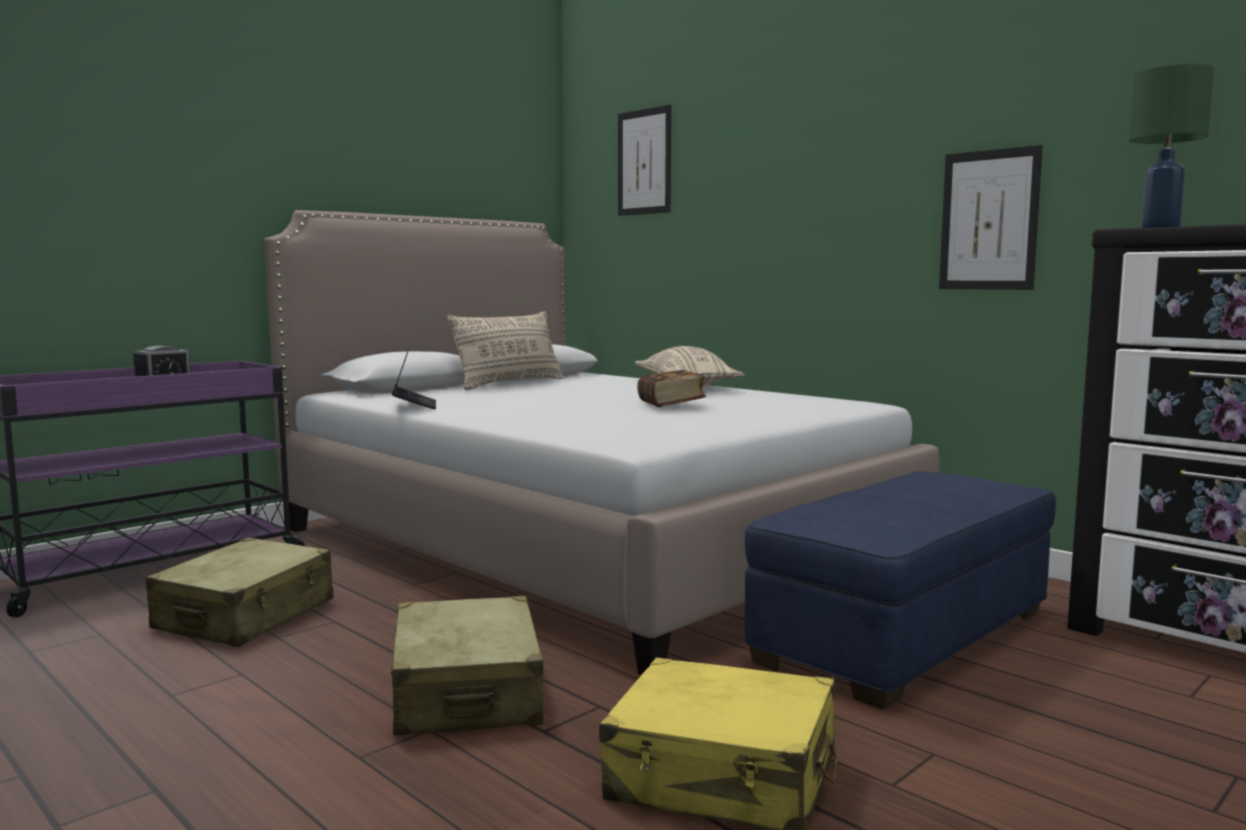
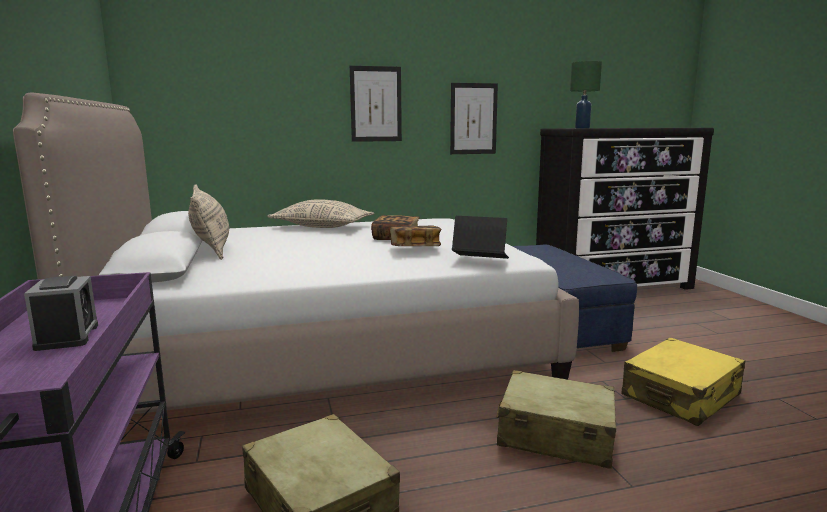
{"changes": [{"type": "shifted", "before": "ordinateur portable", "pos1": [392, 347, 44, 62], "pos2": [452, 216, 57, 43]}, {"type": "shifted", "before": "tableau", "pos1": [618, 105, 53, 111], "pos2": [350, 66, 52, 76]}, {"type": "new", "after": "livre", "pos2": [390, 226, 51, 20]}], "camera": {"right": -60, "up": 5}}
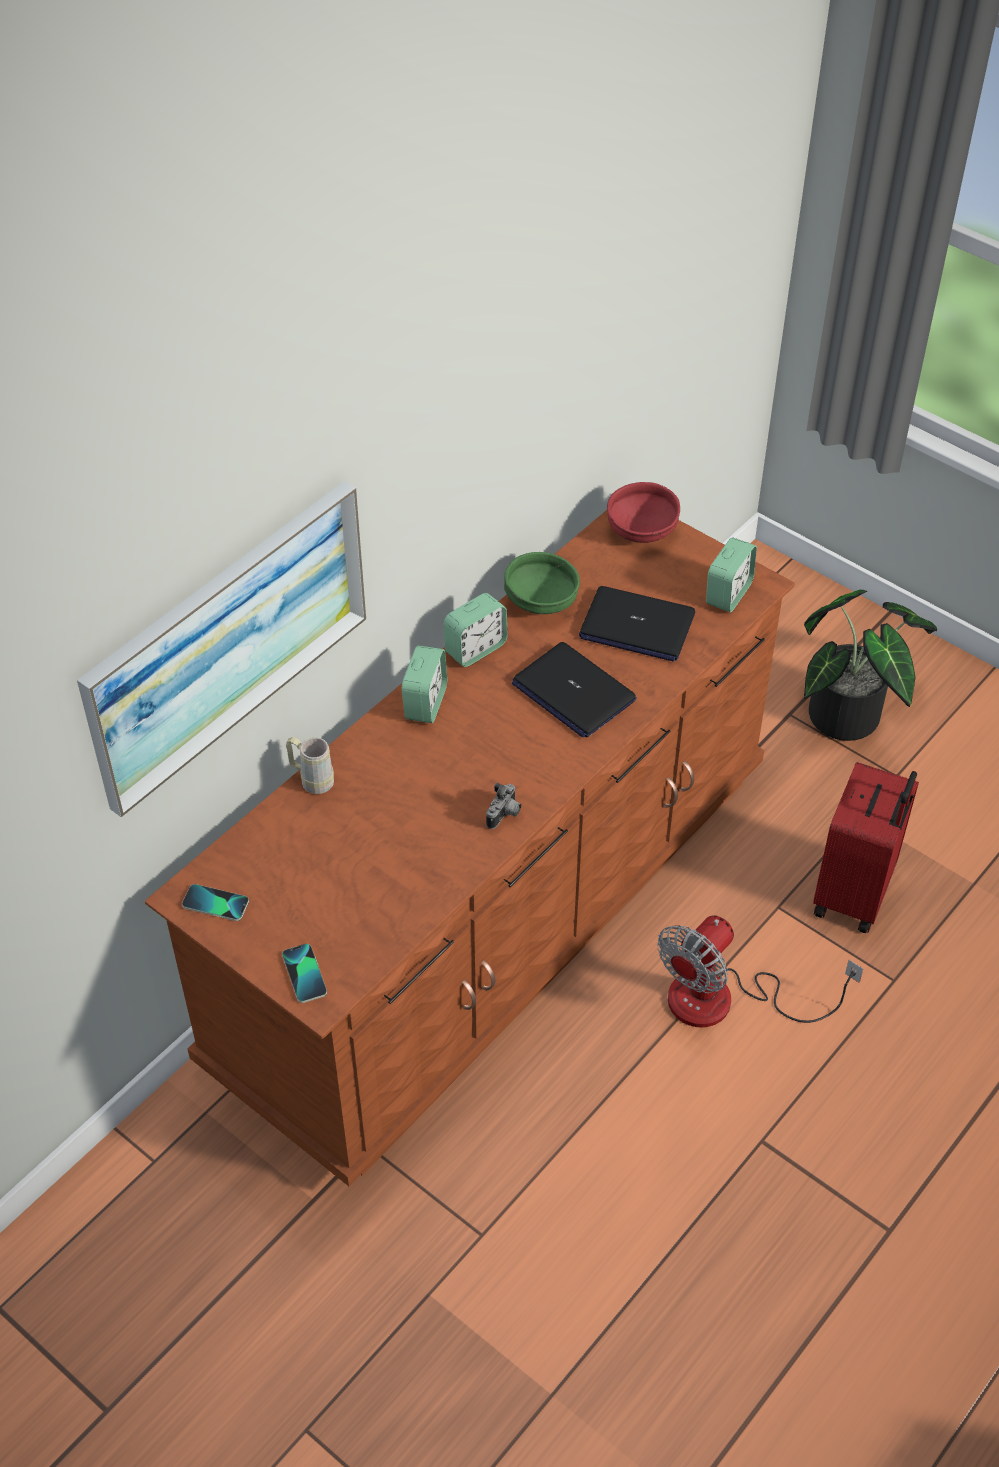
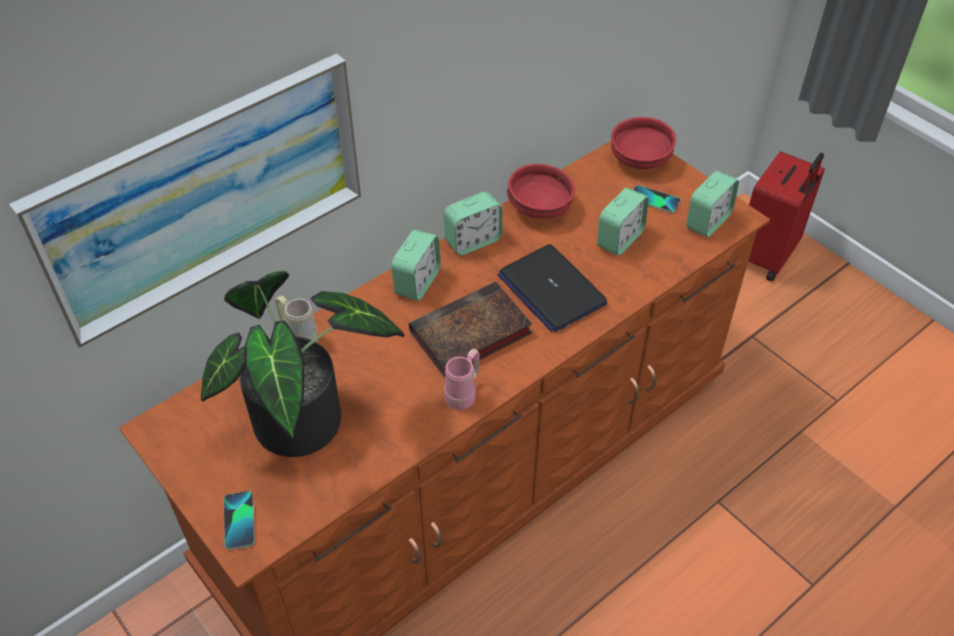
{"changes": [{"type": "shifted", "before": "téléphone", "pos1": [182, 884, 67, 37], "pos2": [633, 185, 48, 28]}, {"type": "swapped", "before": "appareil photo", "after": "mug (rose)", "pos1": [486, 783, 35, 46], "pos2": [444, 349, 36, 61]}, {"type": "repainted", "before": "bol (vert)", "after": "bol (rouge)", "pos1": [504, 552, 76, 62], "pos2": [507, 164, 68, 55]}, {"type": "swapped", "before": "ordinateur portable", "after": "réveil", "pos1": [579, 586, 116, 76], "pos2": [597, 188, 52, 68]}, {"type": "gone", "before": "ventilateur", "pos1": [657, 915, 206, 112]}, {"type": "shifted", "before": "plante en pot", "pos1": [804, 590, 133, 151], "pos2": [201, 271, 204, 186]}, {"type": "shifted", "before": "valise (rouge)", "pos1": [813, 762, 106, 171], "pos2": [749, 151, 76, 130]}, {"type": "new", "after": "livre", "pos2": [409, 281, 123, 96]}], "camera": {"right": 10, "up": 0}}
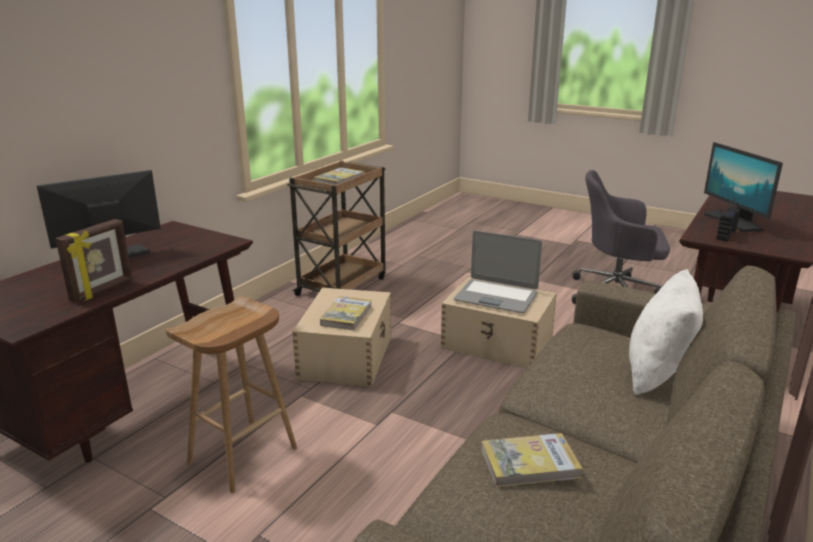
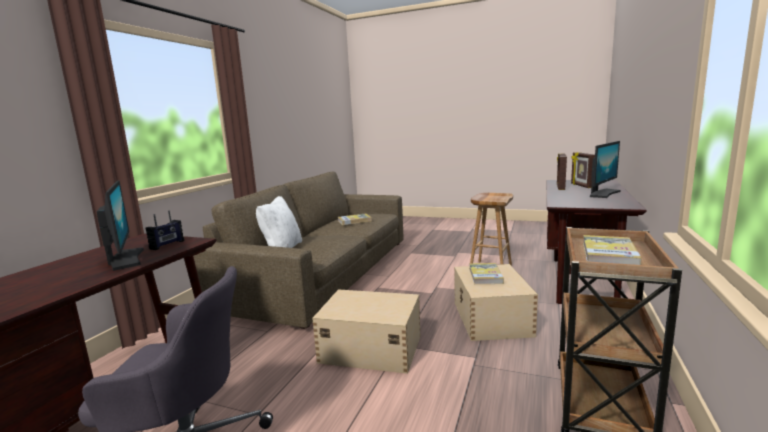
{"changes": [{"type": "gone", "before": "ordinateur portable", "pos1": [454, 231, 88, 82]}, {"type": "new", "after": "cadre photo", "pos2": [571, 152, 24, 36]}], "camera": {"right": 170, "up": -10}}
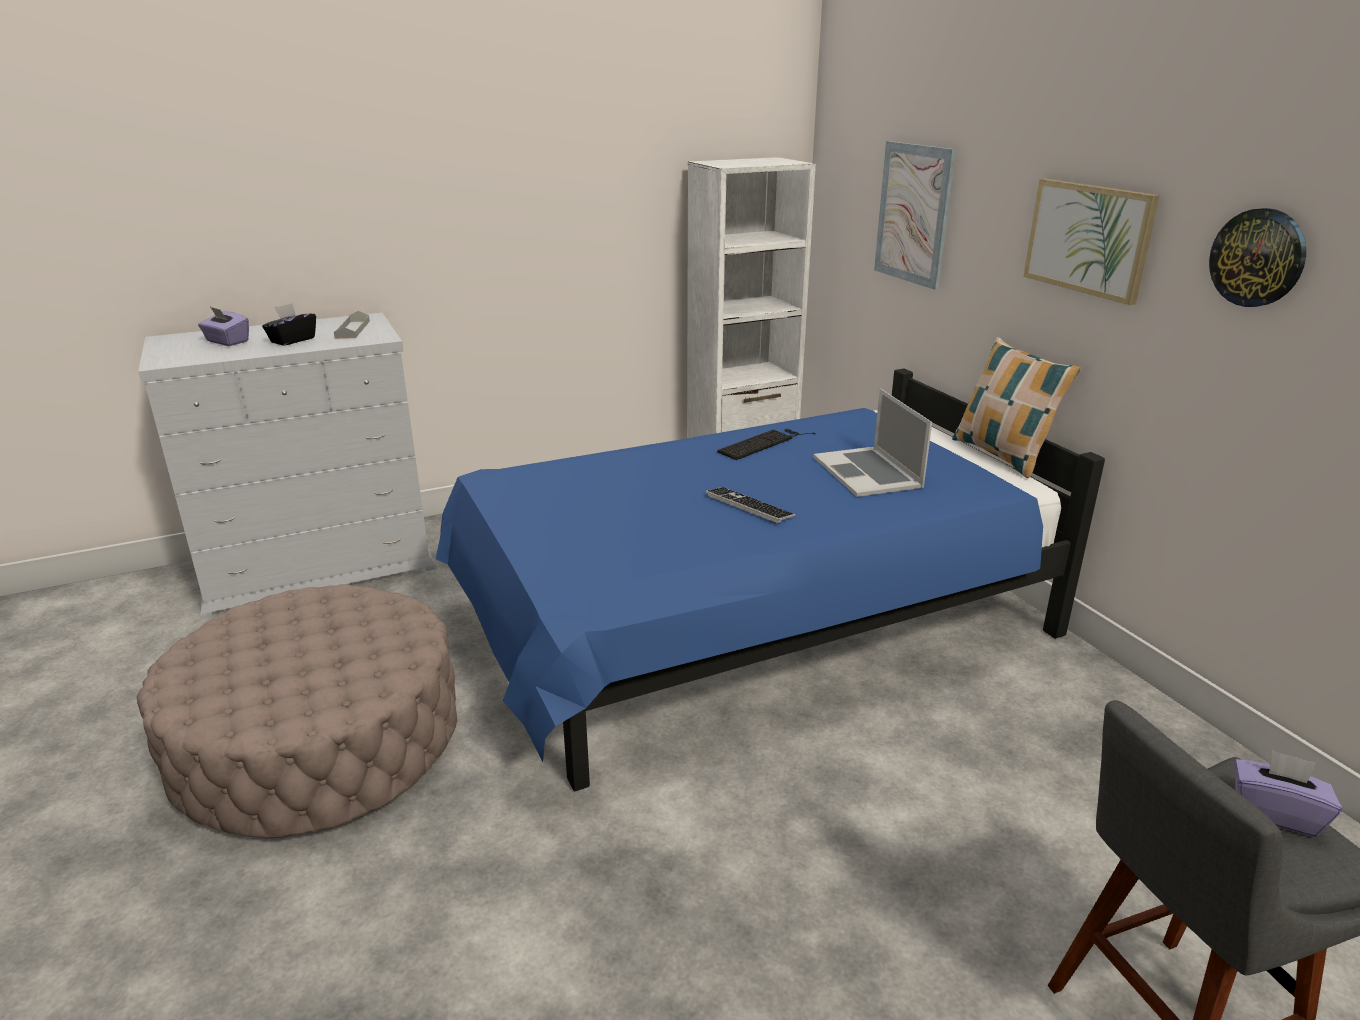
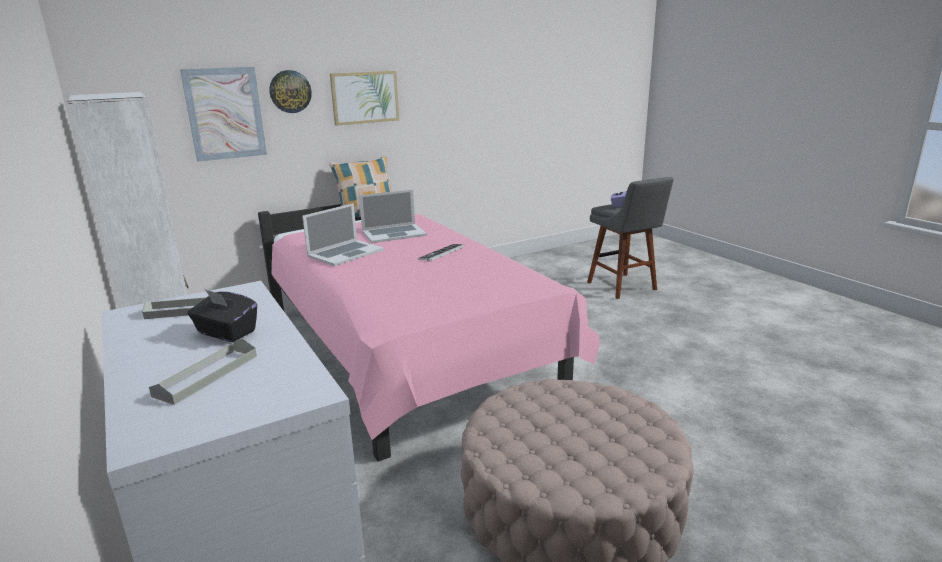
{"changes": [{"type": "swapped", "before": "boîte à mouchoirs (violet)", "after": "plateau (gris)", "pos1": [198, 307, 51, 39], "pos2": [149, 338, 108, 67]}, {"type": "repainted", "before": "lit (bleu)", "after": "lit (rose)", "pos1": [436, 368, 669, 424], "pos2": [258, 204, 342, 258]}, {"type": "swapped", "before": "clavier", "after": "ordinateur portable", "pos1": [717, 429, 99, 31], "pos2": [302, 203, 82, 63]}, {"type": "shifted", "before": "horloge murale", "pos1": [1209, 208, 97, 99], "pos2": [269, 70, 43, 43]}], "camera": {"right": -95, "up": -5}}
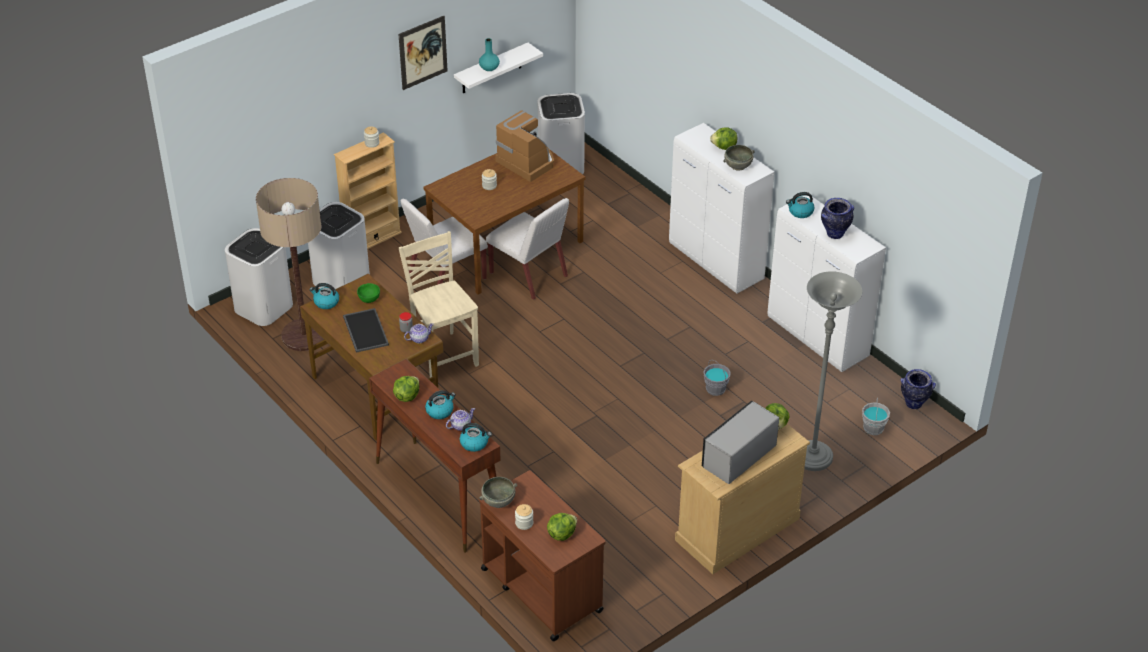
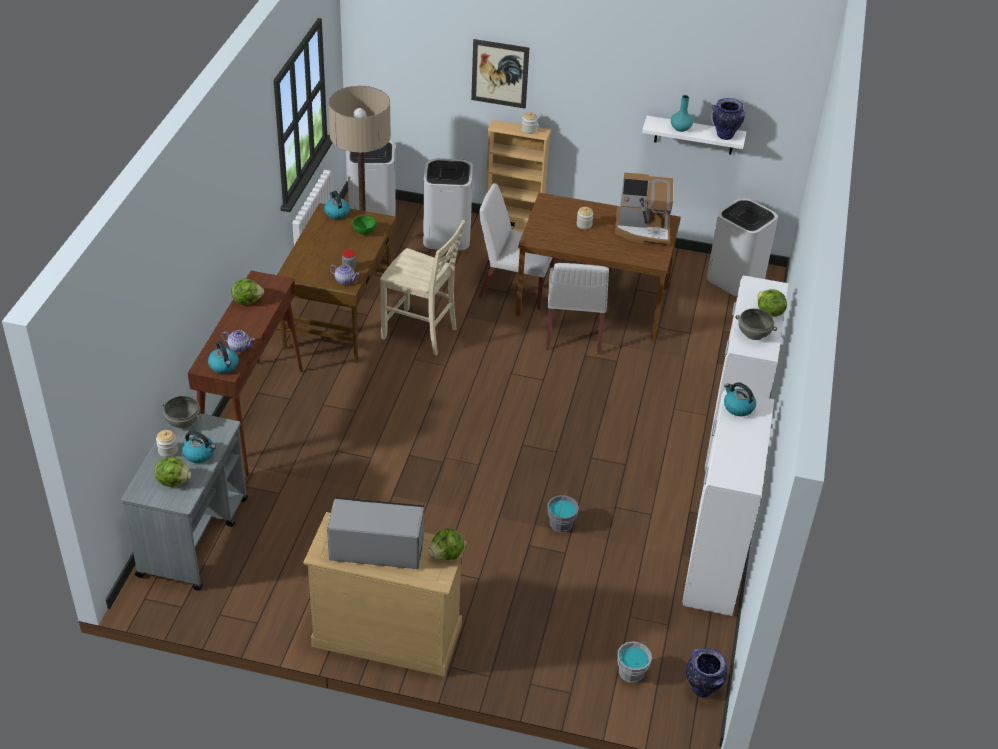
{"changes": [{"type": "gone", "before": "plateau", "pos1": [343, 308, 46, 45]}, {"type": "shifted", "before": "tableau", "pos1": [398, 16, 50, 74], "pos2": [471, 39, 58, 70]}, {"type": "rotated", "before": "chaise (beige)", "pos1": [399, 231, 80, 147], "pos2": [380, 220, 85, 135], "turn": 90}, {"type": "shifted", "before": "bouilloire", "pos1": [425, 390, 31, 29], "pos2": [182, 431, 34, 32]}, {"type": "repainted", "before": "chariot (marron)", "after": "chariot (gris)", "pos1": [479, 470, 127, 171], "pos2": [121, 413, 127, 177]}, {"type": "rotated", "before": "machine à café", "pos1": [495, 110, 59, 72], "pos2": [615, 172, 58, 75], "turn": 90}, {"type": "gone", "before": "lampadaire (gris)", "pos1": [804, 271, 58, 200]}, {"type": "shifted", "before": "vase", "pos1": [821, 198, 33, 41], "pos2": [712, 98, 34, 42]}], "camera": {"right": 50, "up": 0}}
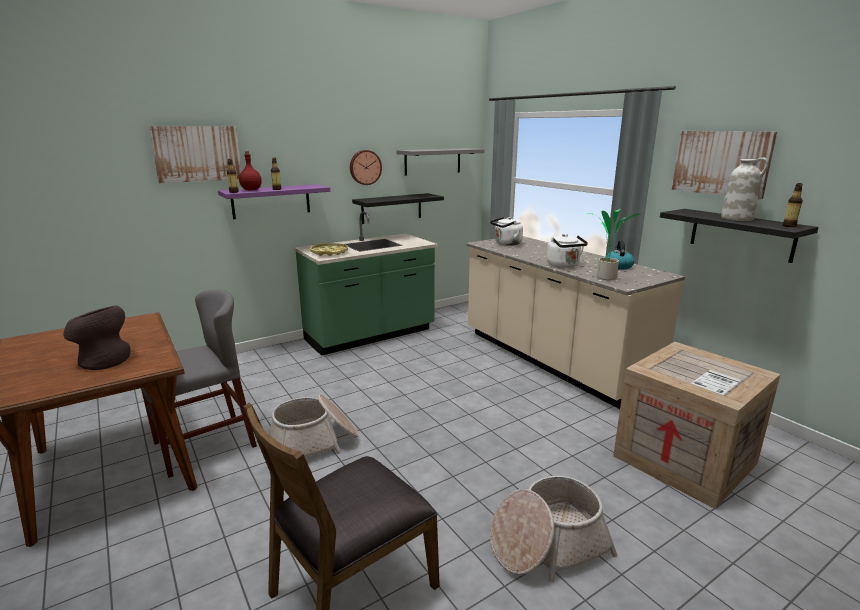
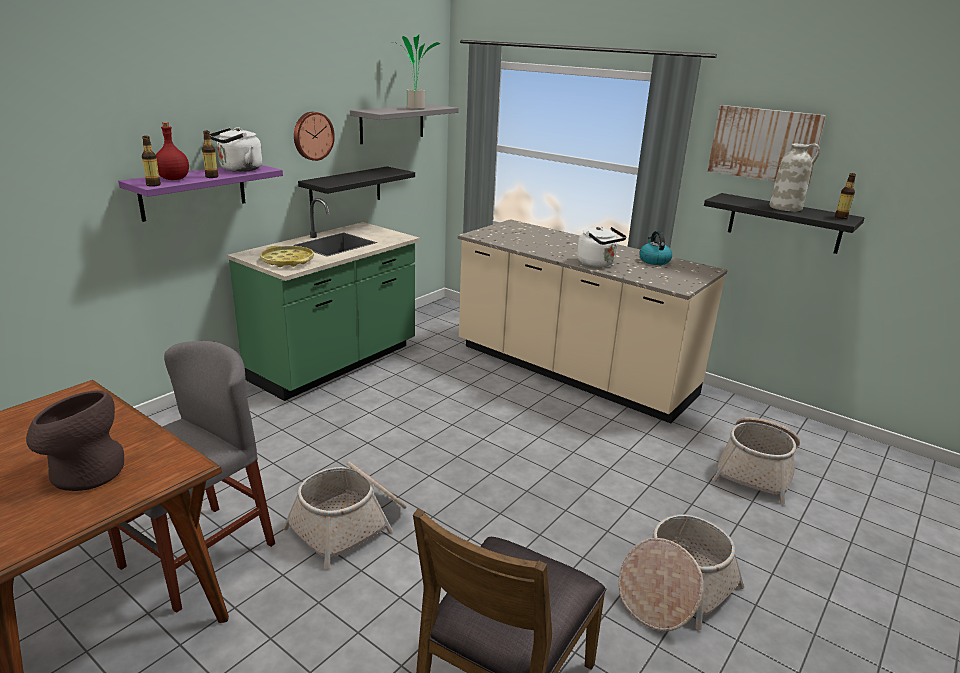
{"changes": [{"type": "gone", "before": "tableau", "pos1": [149, 126, 93, 57]}, {"type": "shifted", "before": "bouilloire (blanc)", "pos1": [490, 217, 33, 29], "pos2": [210, 127, 52, 45]}, {"type": "shifted", "before": "plante en pot", "pos1": [587, 209, 54, 71], "pos2": [391, 35, 49, 75]}, {"type": "swapped", "before": "caisse", "after": "panier", "pos1": [613, 342, 168, 167], "pos2": [712, 417, 88, 87]}], "camera": {"right": -20, "up": 5}}
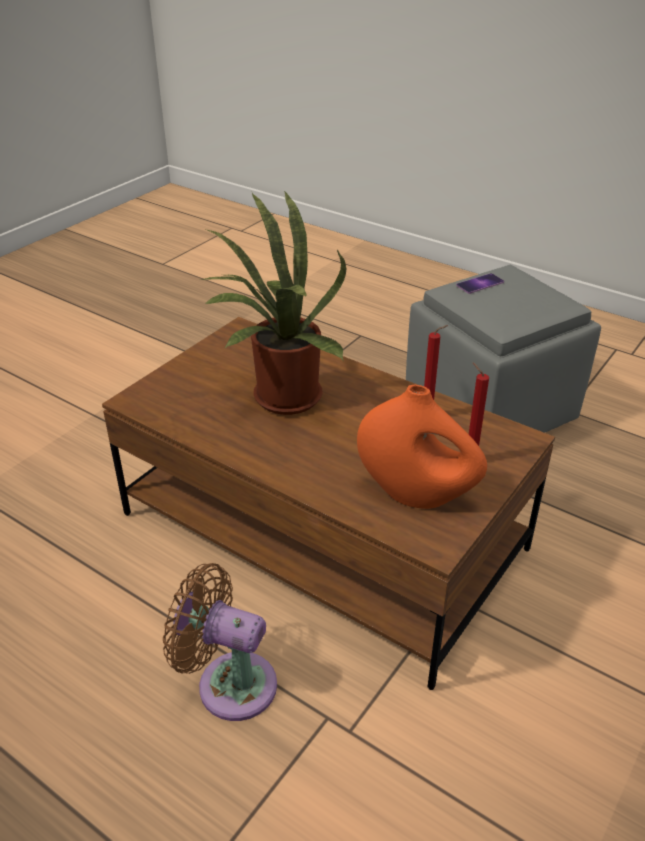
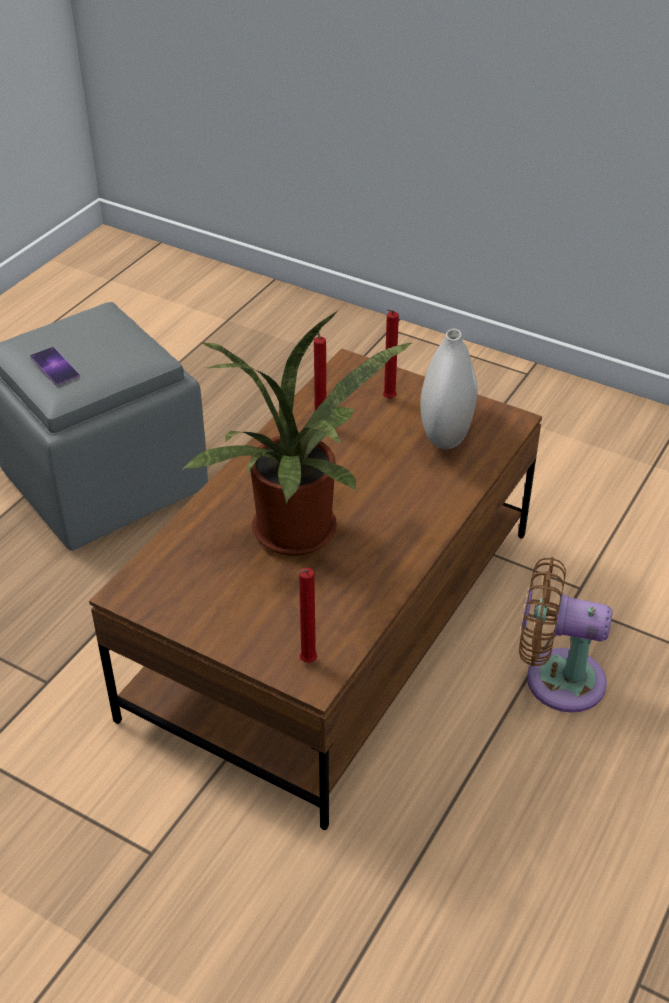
{"changes": [{"type": "rotated", "before": "ventilateur (marron)", "pos1": [163, 563, 114, 158], "pos2": [519, 557, 93, 156], "turn": 90}, {"type": "repainted", "before": "vase (orange)", "after": "vase (blanc)", "pos1": [357, 385, 130, 124], "pos2": [420, 329, 58, 120]}, {"type": "new", "after": "bougie (rouge)", "pos2": [299, 568, 18, 95]}], "camera": {"right": -95, "up": 5}}
